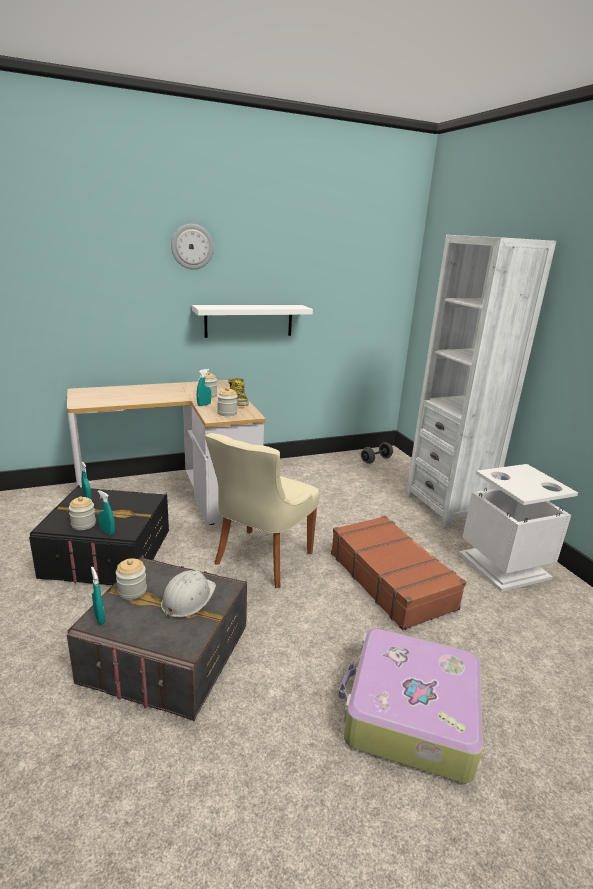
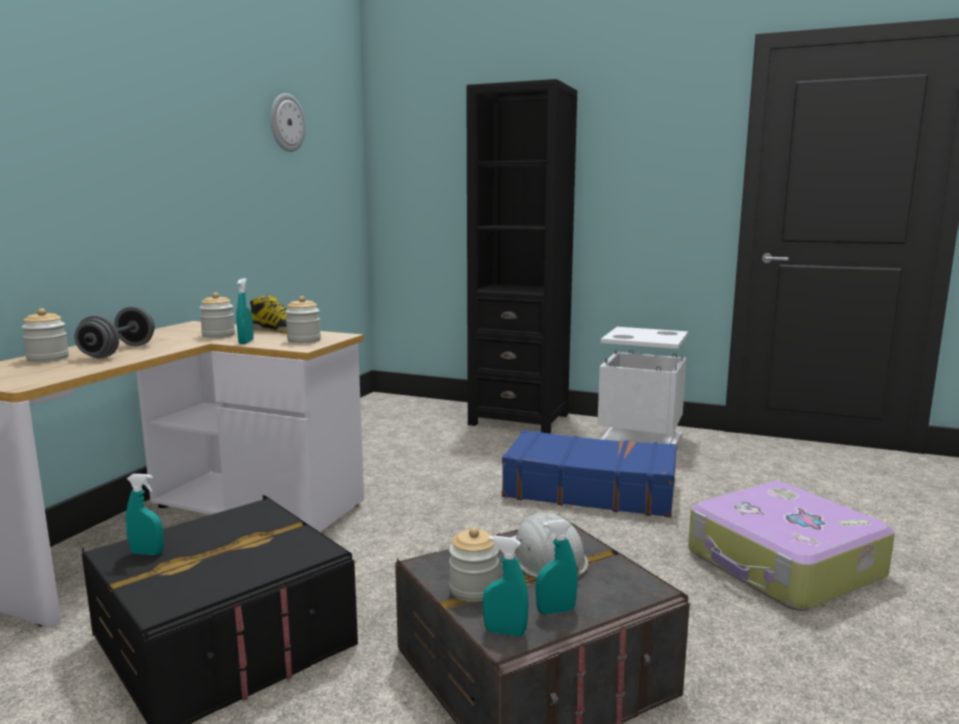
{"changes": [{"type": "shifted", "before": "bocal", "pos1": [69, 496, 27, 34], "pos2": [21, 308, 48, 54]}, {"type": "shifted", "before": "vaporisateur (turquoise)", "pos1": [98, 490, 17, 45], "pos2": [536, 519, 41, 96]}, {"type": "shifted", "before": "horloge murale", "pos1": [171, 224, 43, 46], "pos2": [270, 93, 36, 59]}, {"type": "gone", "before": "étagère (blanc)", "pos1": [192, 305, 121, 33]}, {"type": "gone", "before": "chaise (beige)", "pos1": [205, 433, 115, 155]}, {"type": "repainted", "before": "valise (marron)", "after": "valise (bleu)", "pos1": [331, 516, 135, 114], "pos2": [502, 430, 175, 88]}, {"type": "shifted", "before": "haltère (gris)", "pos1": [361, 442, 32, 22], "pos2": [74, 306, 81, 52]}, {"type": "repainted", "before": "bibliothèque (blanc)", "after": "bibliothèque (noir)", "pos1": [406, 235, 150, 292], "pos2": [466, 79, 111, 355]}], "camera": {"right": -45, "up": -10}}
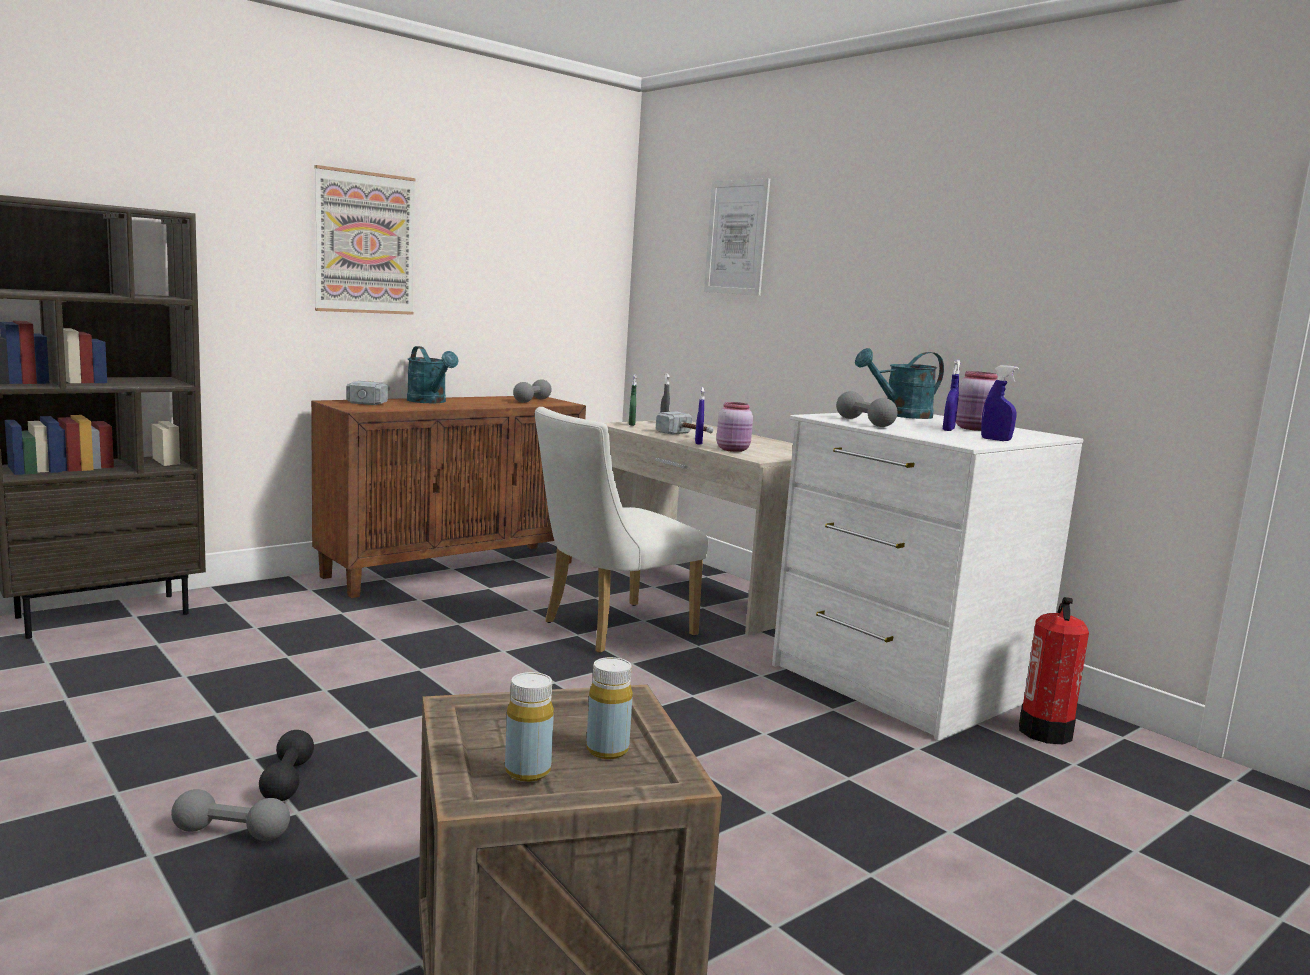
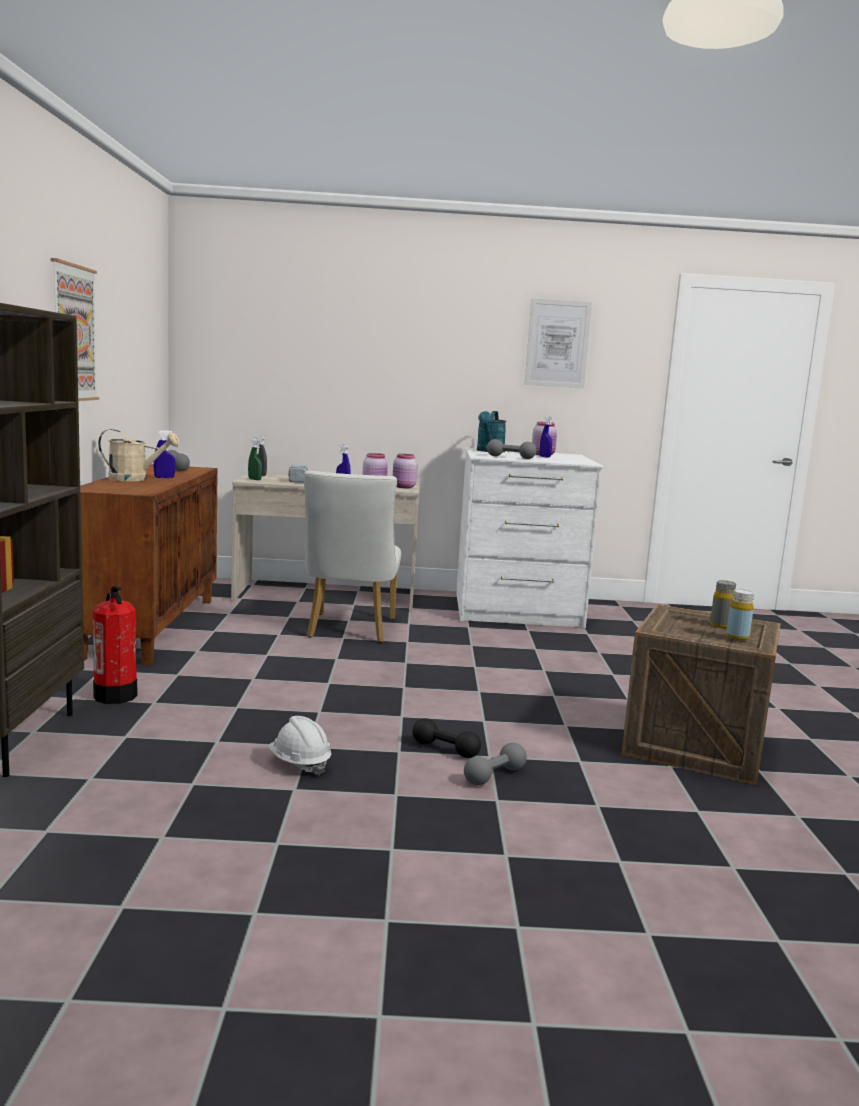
{"changes": [{"type": "gone", "before": "marteau", "pos1": [346, 381, 44, 24]}, {"type": "repainted", "before": "arrosoir (turquoise)", "after": "arrosoir (beige)", "pos1": [407, 346, 51, 57], "pos2": [98, 429, 82, 52]}, {"type": "repainted", "before": "bouteille (jaune)", "after": "bouteille (gris)", "pos1": [586, 657, 47, 102], "pos2": [710, 580, 26, 48]}, {"type": "shifted", "before": "tableau", "pos1": [704, 178, 66, 118], "pos2": [525, 299, 67, 89]}, {"type": "shifted", "before": "vaporisateur (bleu)", "pos1": [981, 365, 38, 76], "pos2": [154, 430, 21, 48]}, {"type": "shifted", "before": "extincteur", "pos1": [1019, 597, 70, 147], "pos2": [93, 586, 44, 118]}, {"type": "new", "after": "casque de chantier (blanc)", "pos2": [268, 716, 63, 60]}, {"type": "new", "after": "bocal (rose)", "pos2": [393, 454, 25, 34]}], "camera": {"right": -50, "up": 0}}
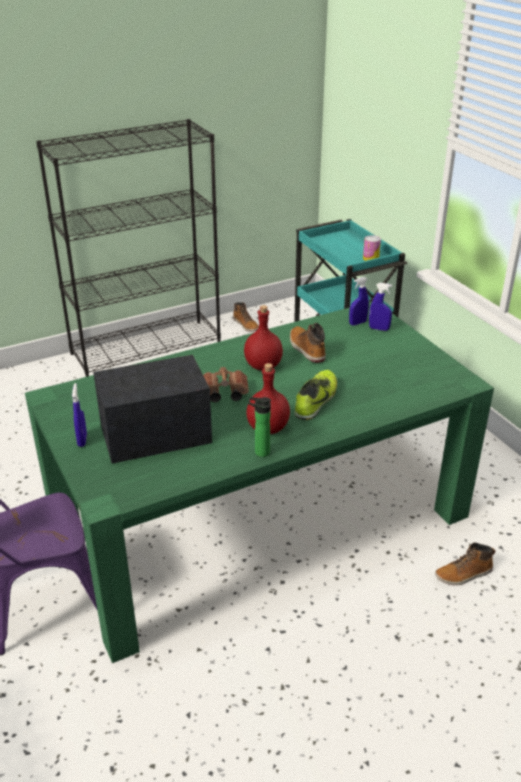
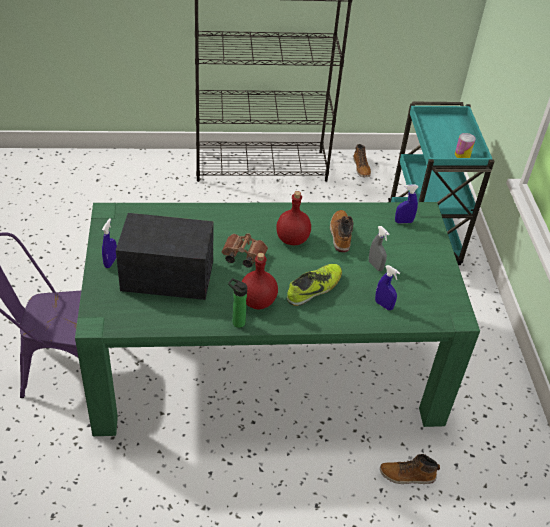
{"changes": [{"type": "shifted", "before": "vaporisateur (bleu)", "pos1": [369, 283, 23, 48], "pos2": [375, 265, 25, 45]}, {"type": "new", "after": "vaporisateur (gris)", "pos2": [369, 226, 20, 45]}], "camera": {"right": 20, "up": 10}}
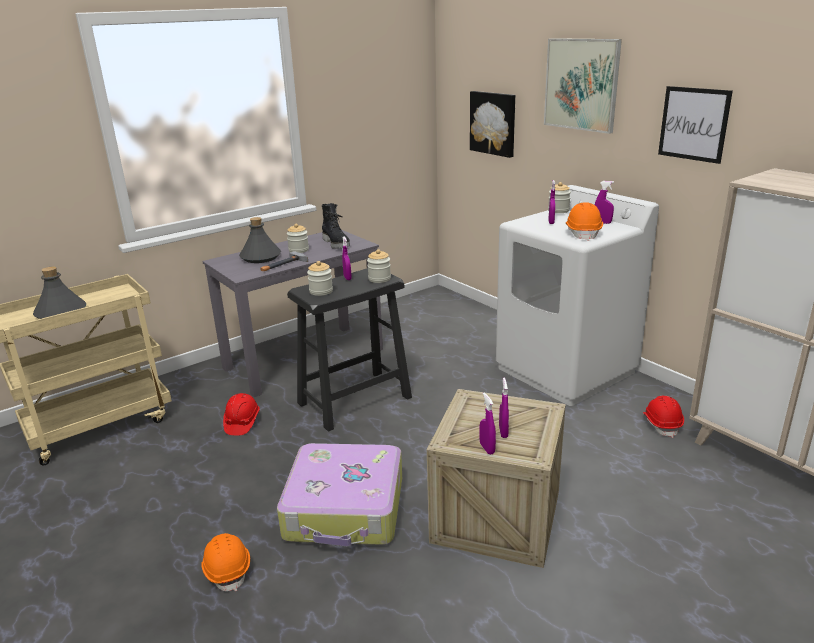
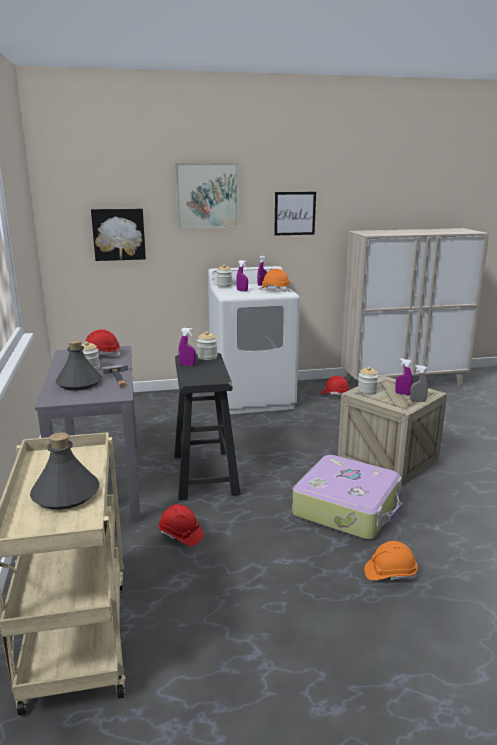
{"changes": [{"type": "shifted", "before": "bocal", "pos1": [307, 261, 26, 35], "pos2": [358, 367, 20, 28]}, {"type": "swapped", "before": "botte (noir)", "after": "casque de chantier (rouge)", "pos1": [322, 203, 28, 46], "pos2": [86, 329, 35, 28]}, {"type": "repainted", "before": "vaporisateur (violet)", "after": "vaporisateur (gris)", "pos1": [480, 393, 16, 62], "pos2": [410, 365, 18, 37]}], "camera": {"right": -65, "up": -5}}
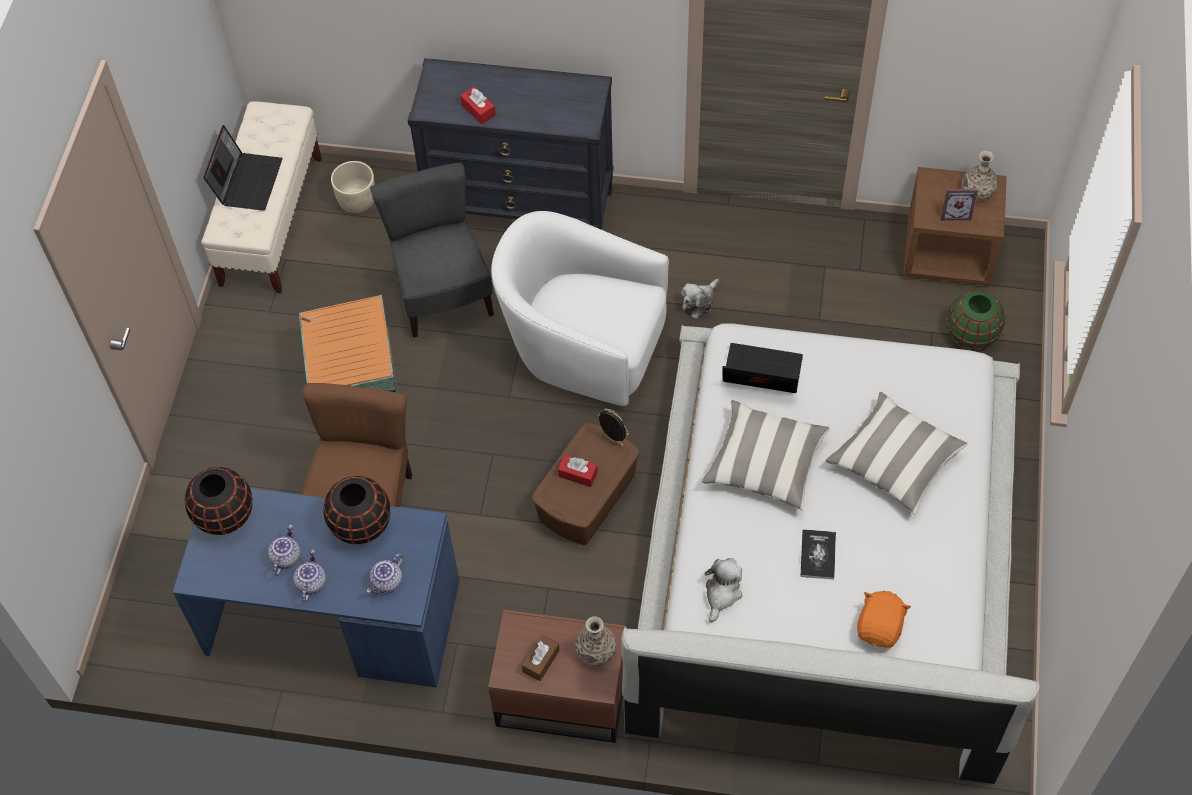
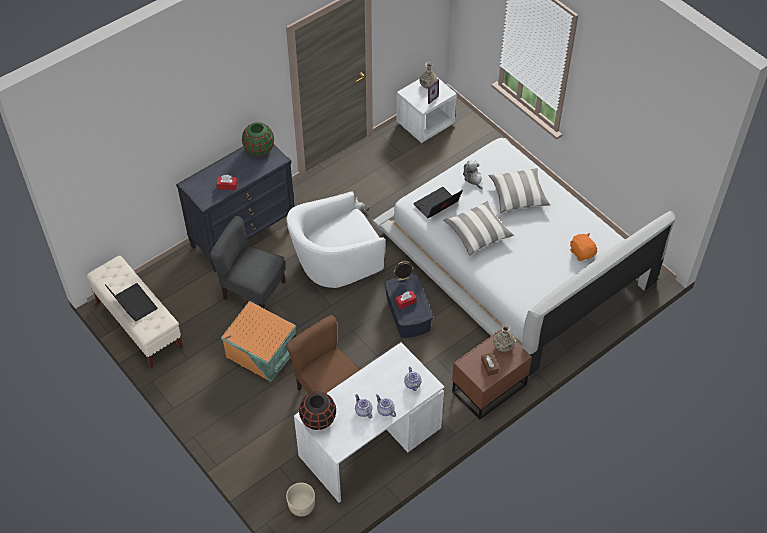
{"changes": [{"type": "repainted", "before": "bureau (bleu)", "after": "bureau (blanc)", "pos1": [173, 488, 287, 199], "pos2": [294, 342, 151, 160]}, {"type": "gone", "before": "vase (noir)", "pos1": [323, 476, 68, 68]}, {"type": "shifted", "before": "cache-pot (beige)", "pos1": [331, 161, 44, 52], "pos2": [286, 483, 29, 34]}, {"type": "repainted", "before": "boîte de rangement (marron)", "after": "boîte de rangement (bleu)", "pos1": [532, 423, 108, 122], "pos2": [384, 275, 49, 63]}, {"type": "shifted", "before": "peluche", "pos1": [704, 558, 38, 64], "pos2": [463, 160, 20, 29]}, {"type": "gone", "before": "livre", "pos1": [801, 529, 35, 51]}, {"type": "repainted", "before": "table de chevet (marron)", "after": "table de chevet (blanc)", "pos1": [903, 167, 104, 119], "pos2": [396, 77, 61, 66]}, {"type": "shifted", "before": "vase (vert)", "pos1": [947, 290, 58, 59], "pos2": [242, 122, 32, 34]}], "camera": {"right": -50, "up": -5}}
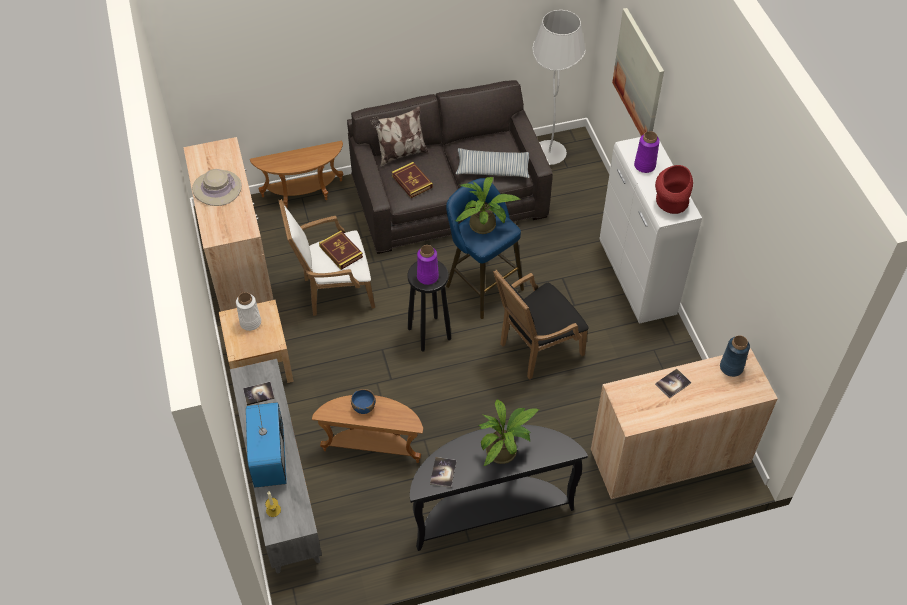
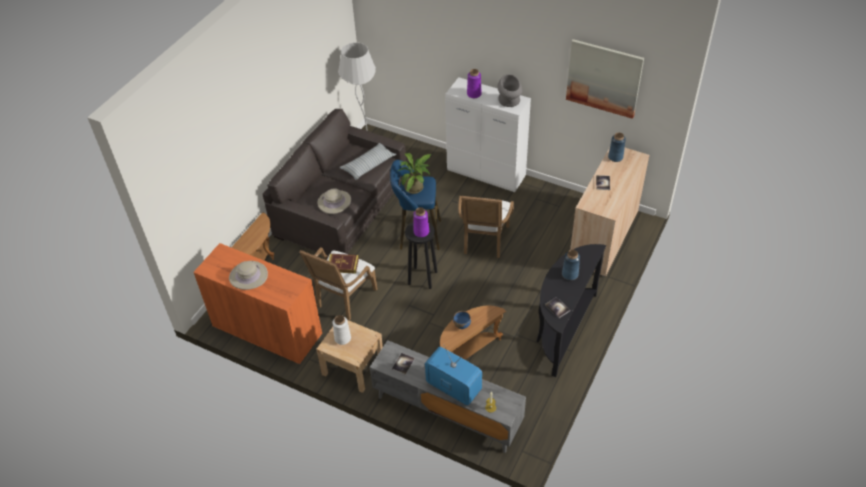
{"changes": [{"type": "repainted", "before": "meuble de rangement (beige)", "after": "meuble de rangement (orange)", "pos1": [183, 137, 91, 174], "pos2": [193, 243, 129, 122]}, {"type": "gone", "before": "coussin", "pos1": [370, 106, 58, 60]}, {"type": "swapped", "before": "livre", "after": "chapeau (beige)", "pos1": [392, 162, 41, 36], "pos2": [317, 188, 34, 26]}, {"type": "swapped", "before": "plante en pot", "after": "vase (bleu)", "pos1": [478, 399, 61, 67], "pos2": [562, 250, 18, 30]}, {"type": "repainted", "before": "fauteuil (noir)", "after": "fauteuil (blanc)", "pos1": [493, 269, 95, 111], "pos2": [458, 196, 56, 62]}, {"type": "shifted", "before": "tableau", "pos1": [612, 8, 52, 128], "pos2": [566, 39, 78, 80]}, {"type": "repainted", "before": "vase (rouge)", "after": "vase (gris)", "pos1": [655, 165, 38, 49], "pos2": [498, 74, 25, 33]}], "camera": {"right": -45, "up": -5}}
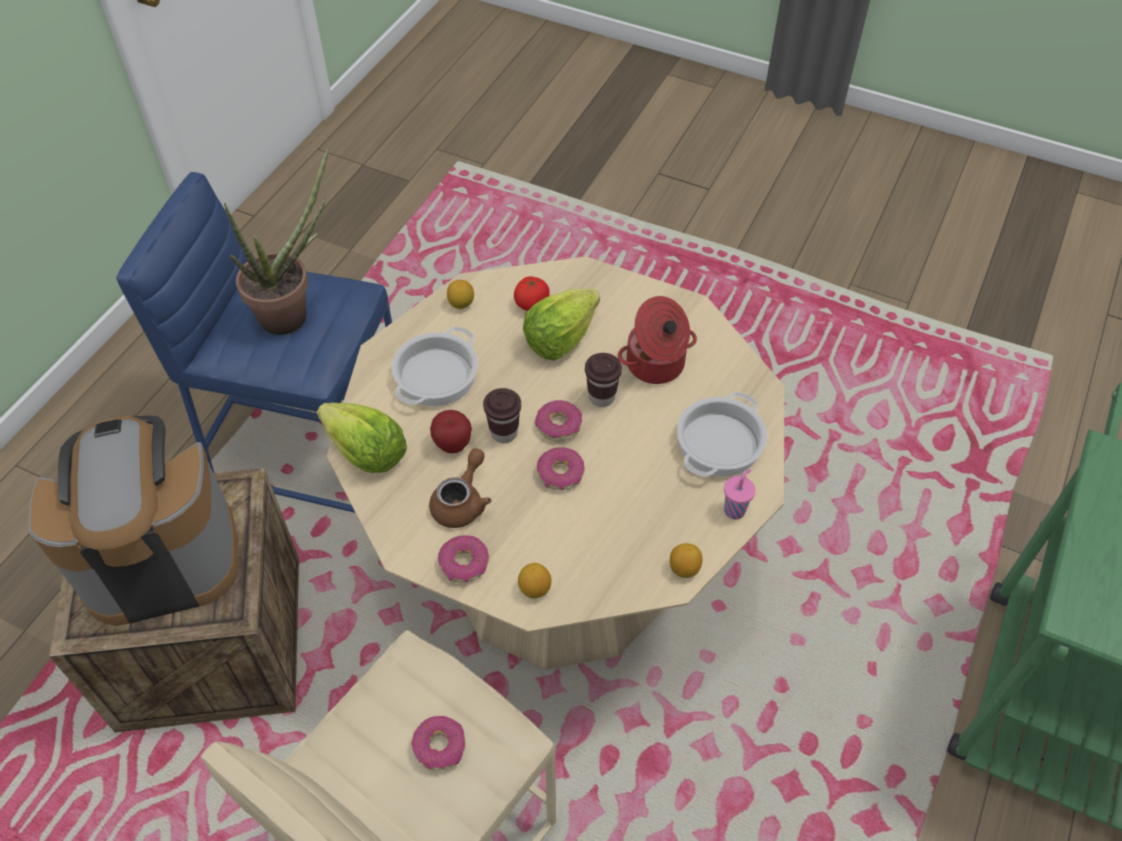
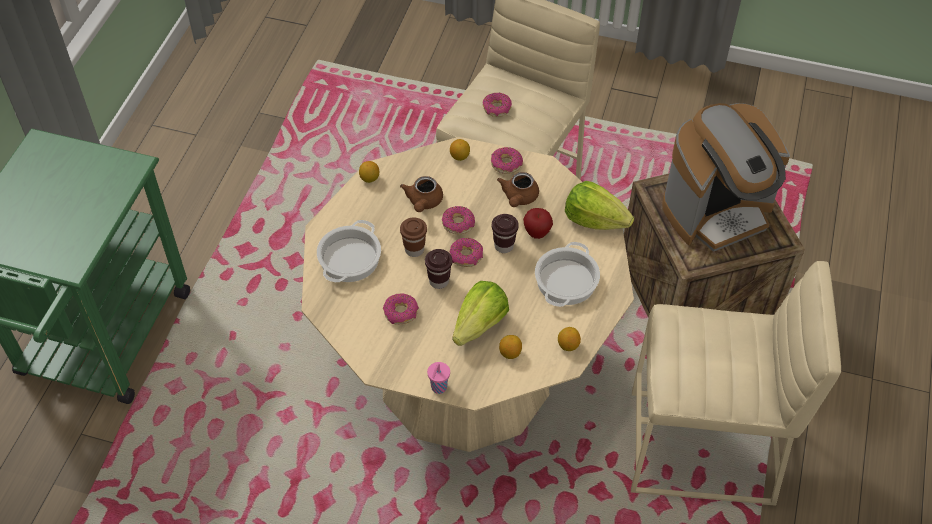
{"changes": [{"type": "repainted", "before": "tabouret (bleu)", "after": "tabouret (beige)", "pos1": [116, 172, 276, 341], "pos2": [631, 261, 210, 245]}, {"type": "gone", "before": "plante en pot", "pos1": [224, 149, 104, 186]}, {"type": "swapped", "before": "tomate", "after": "citron", "pos1": [514, 276, 36, 35], "pos2": [499, 335, 23, 24]}, {"type": "swapped", "before": "marmite", "after": "beignet", "pos1": [618, 296, 79, 88], "pos2": [383, 293, 36, 32]}, {"type": "shifted", "before": "tasse (rose)", "pos1": [724, 469, 32, 50], "pos2": [427, 362, 23, 32]}, {"type": "new", "after": "théière (marron)", "pos2": [400, 176, 43, 36]}, {"type": "new", "after": "tasse (marron)", "pos2": [400, 217, 27, 40]}], "camera": {"right": 170, "up": 0}}
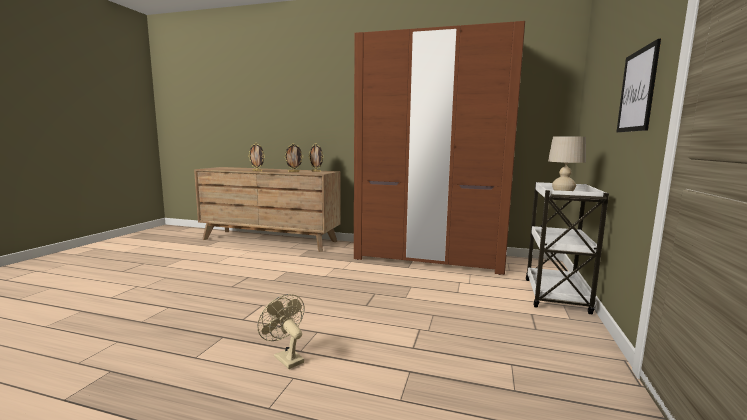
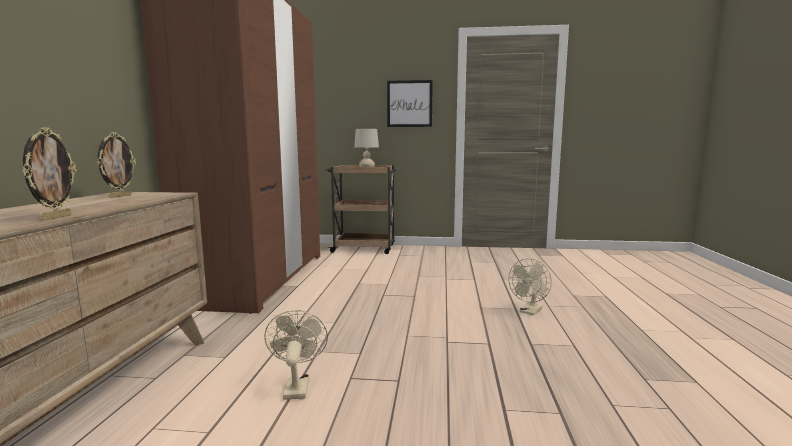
{"changes": [{"type": "gone", "before": "cadre photo", "pos1": [284, 143, 19, 29]}, {"type": "repainted", "before": "chariot (blanc)", "after": "chariot (marron)", "pos1": [526, 182, 83, 132], "pos2": [326, 165, 73, 89]}, {"type": "new", "after": "ventilateur (beige)", "pos2": [264, 310, 64, 90]}], "camera": {"right": -100, "up": 0}}
